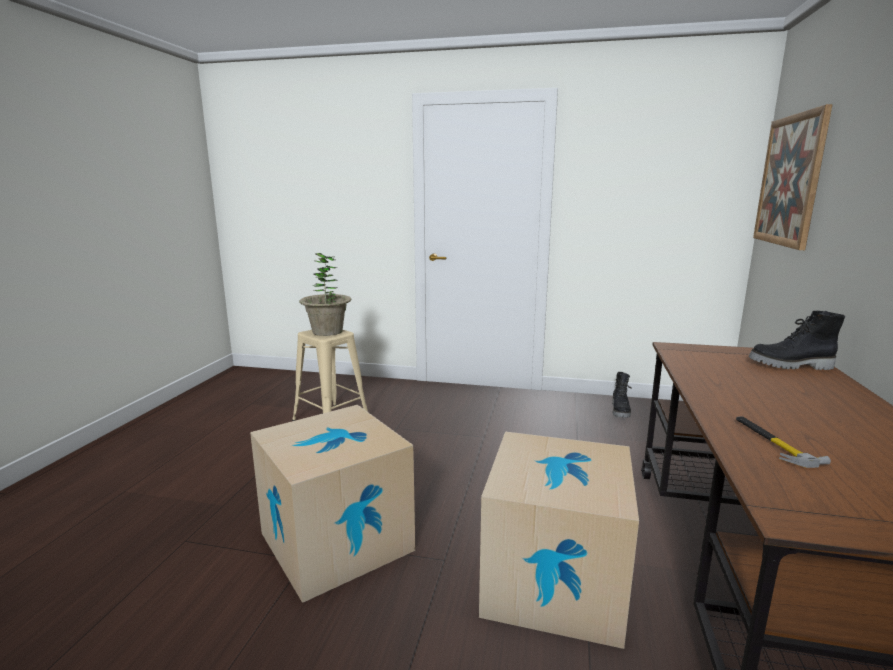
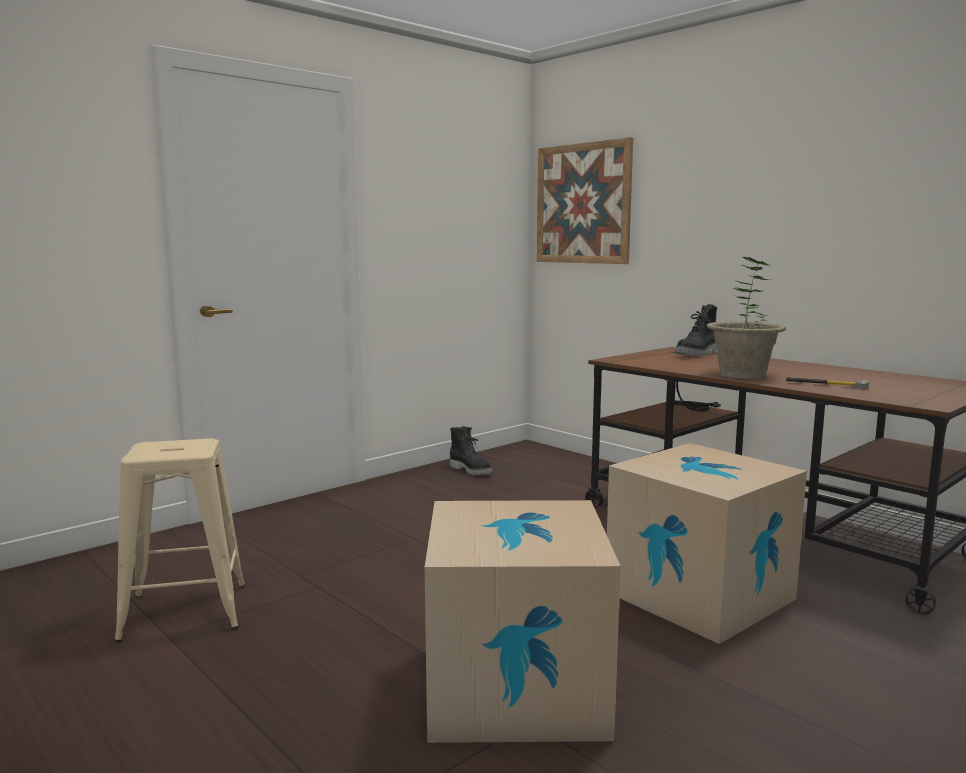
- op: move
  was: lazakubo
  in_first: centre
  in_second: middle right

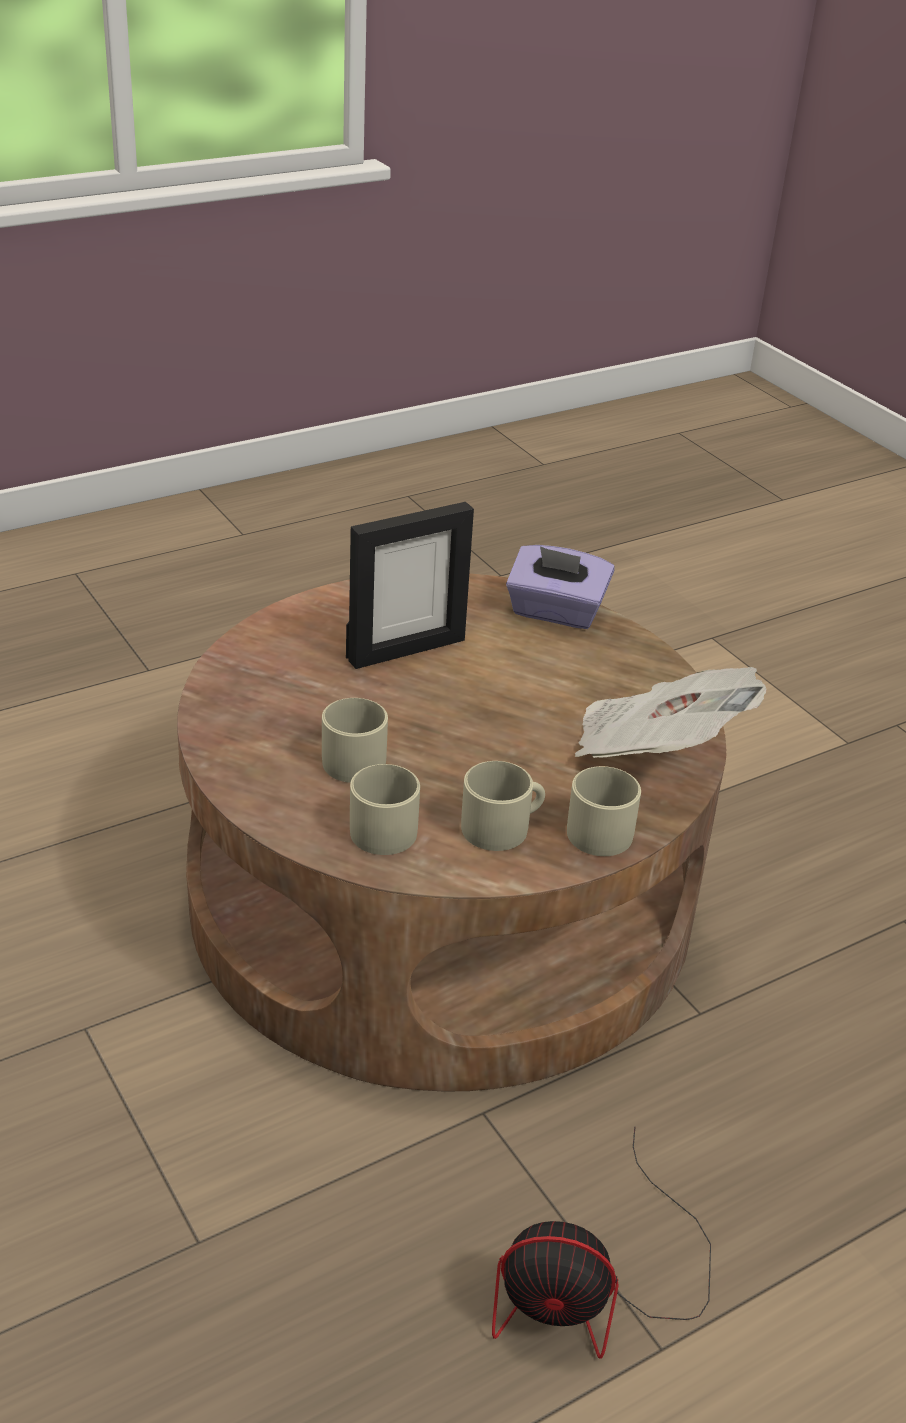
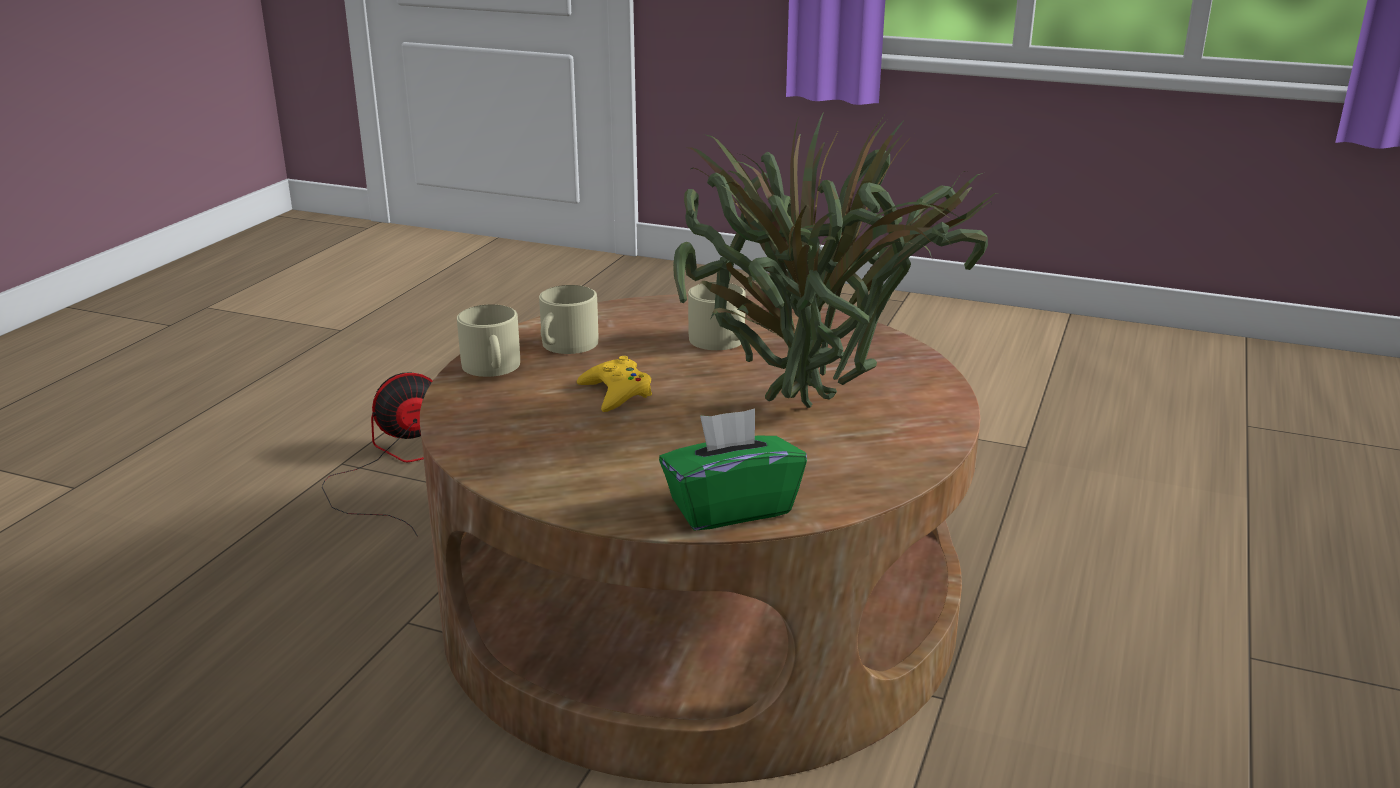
- op: replace
  was: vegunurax
  now: lazakubo
  in_first: centre
  in_second: top centre
- op: recolor
  was: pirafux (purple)
  now: pirafux (green)
  in_first: centre
  in_second: centre
- op: delete
  was: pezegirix
  in_first: middle right
- op: delete
  was: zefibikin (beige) (2nd from left)
  in_first: centre
- op: insert
  now: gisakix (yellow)
  in_second: centre

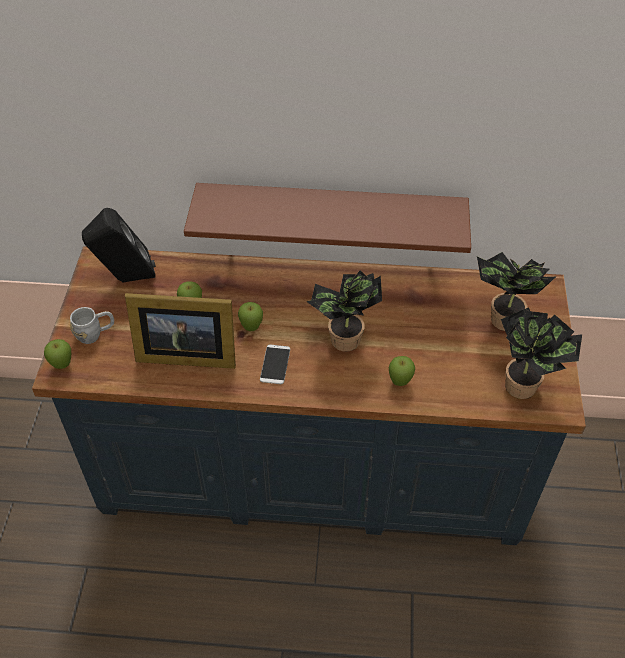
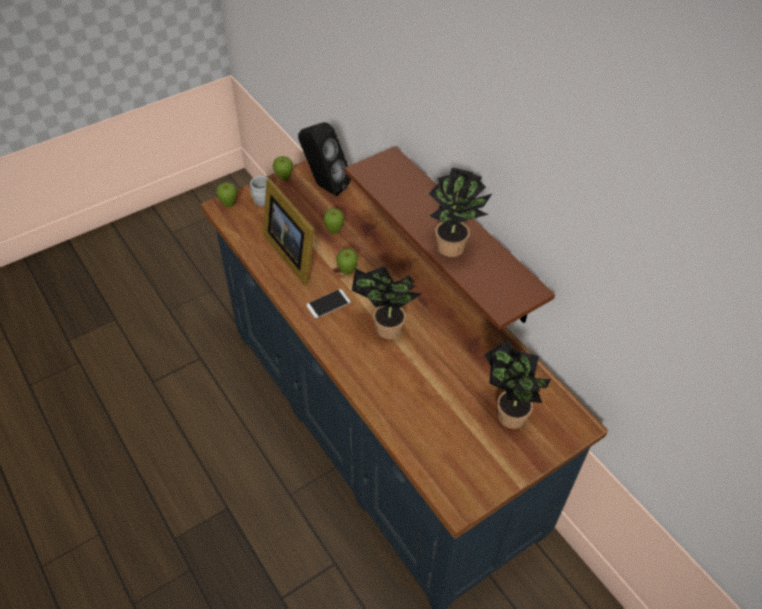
- op: move
  was: lazakubo (3rd from left in the first image)
  now: lazakubo (2nd from left)
  in_first: middle right
  in_second: centre
- op: move
  was: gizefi (4th from left in the first image)
  now: gizefi (2nd from left)
  in_first: centre
  in_second: top centre

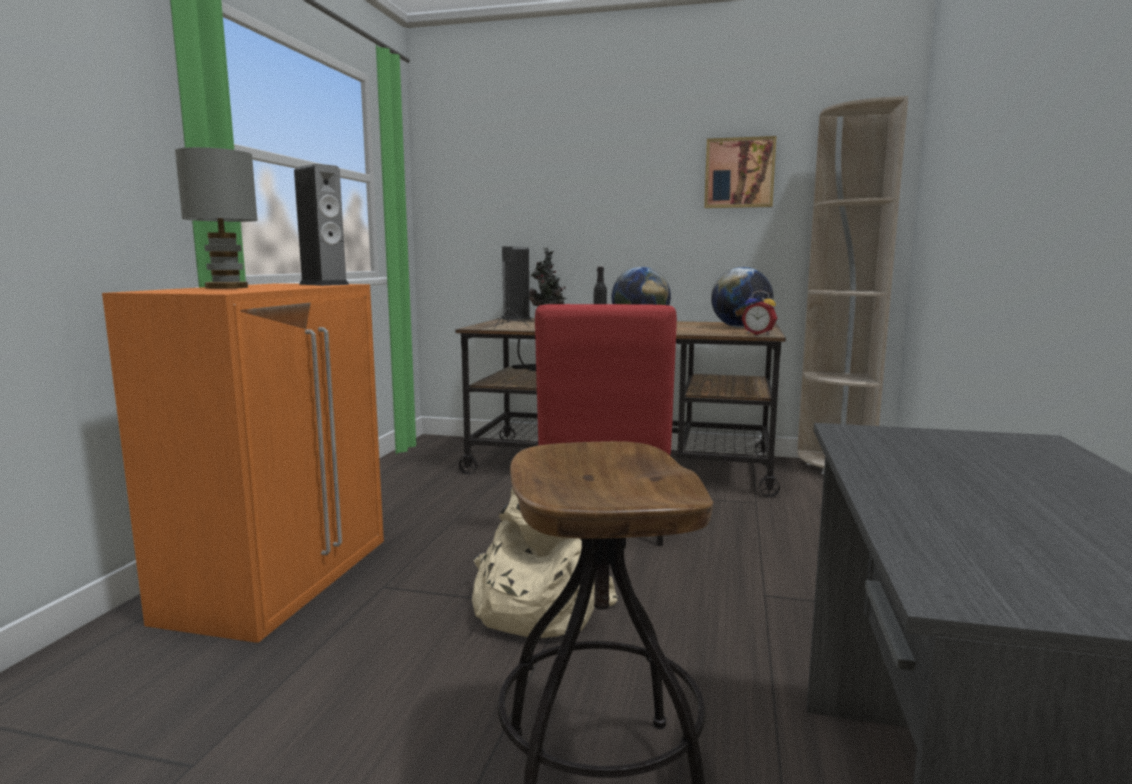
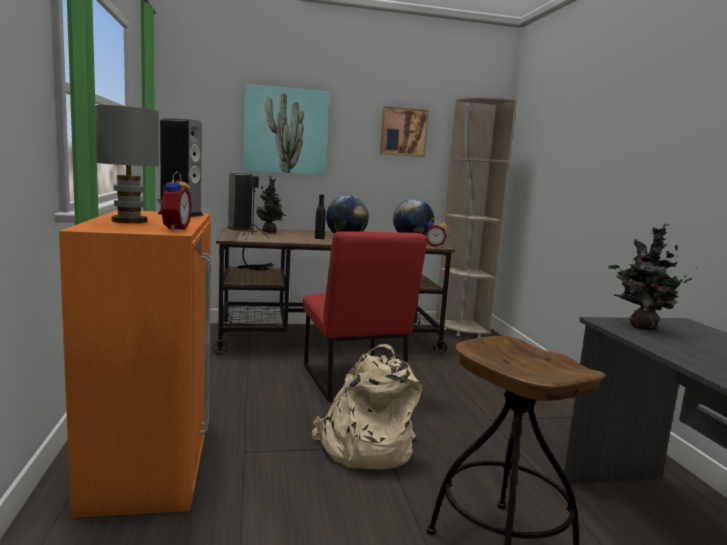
- op: insert
  now: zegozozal (1st from left)
  in_second: top centre
- op: insert
  now: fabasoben (1st from left)
  in_second: middle left
- op: insert
  now: lazakubo (2nd from left)
  in_second: middle right

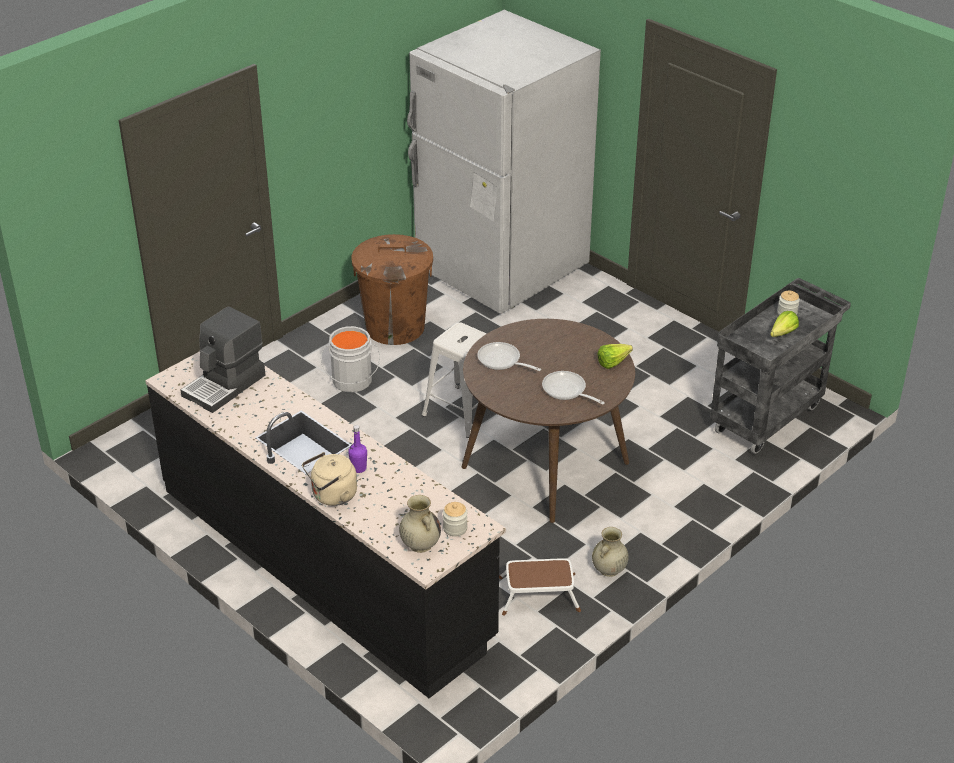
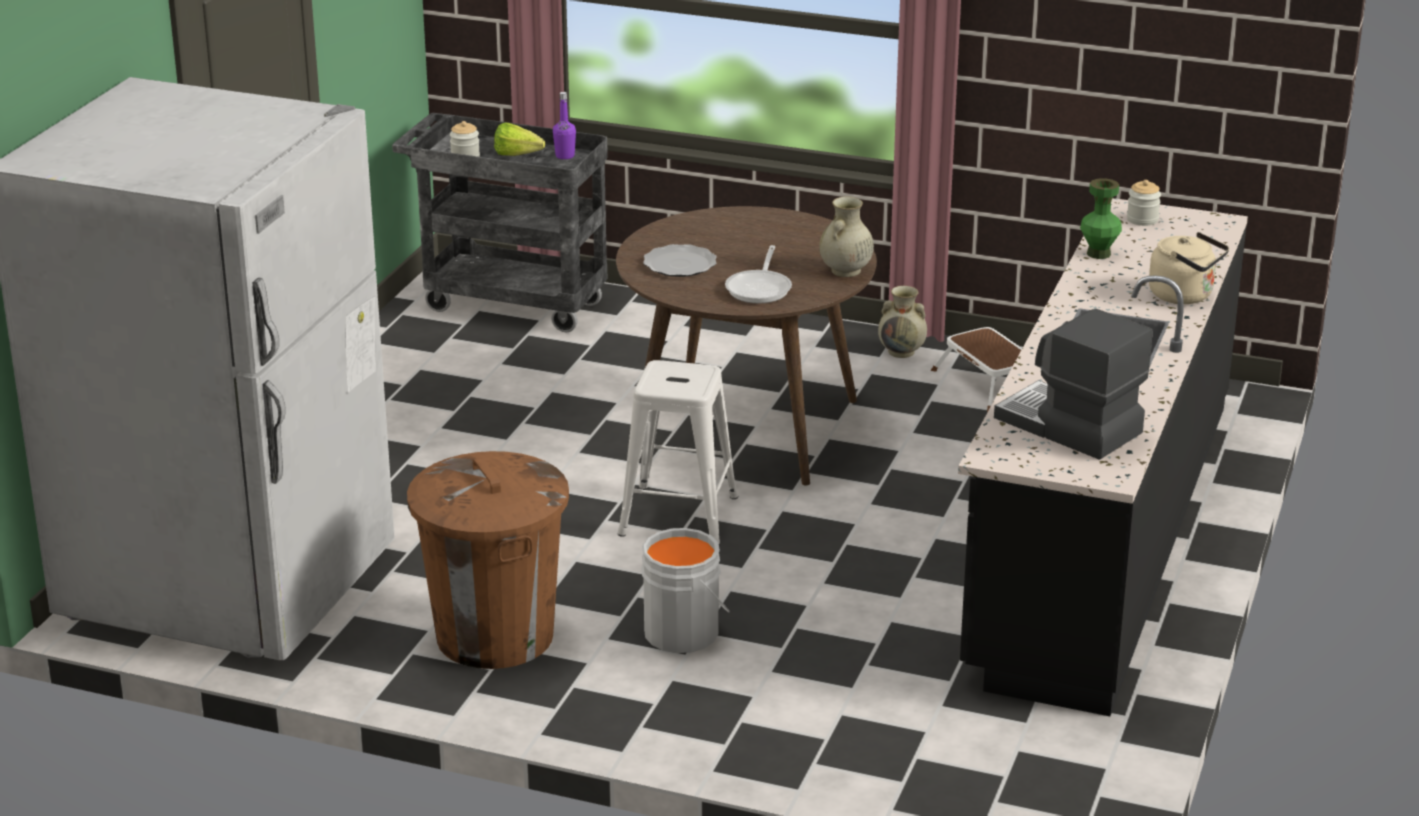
- op: rotate
  was: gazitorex
  in_first: middle left
  in_second: middle right
  clockwise: -150
- op: delete
  was: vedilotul (1st from left)
  in_first: centre
- op: delete
  was: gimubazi (2nd from left)
  in_first: centre
- op: move
  was: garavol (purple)
  in_first: centre
  in_second: top centre
- op: move
  was: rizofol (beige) (1st from left)
  in_first: bottom centre
  in_second: top centre
- op: insert
  now: rizofol (green)
  in_second: top right
- op: insert
  now: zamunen
  in_second: top centre

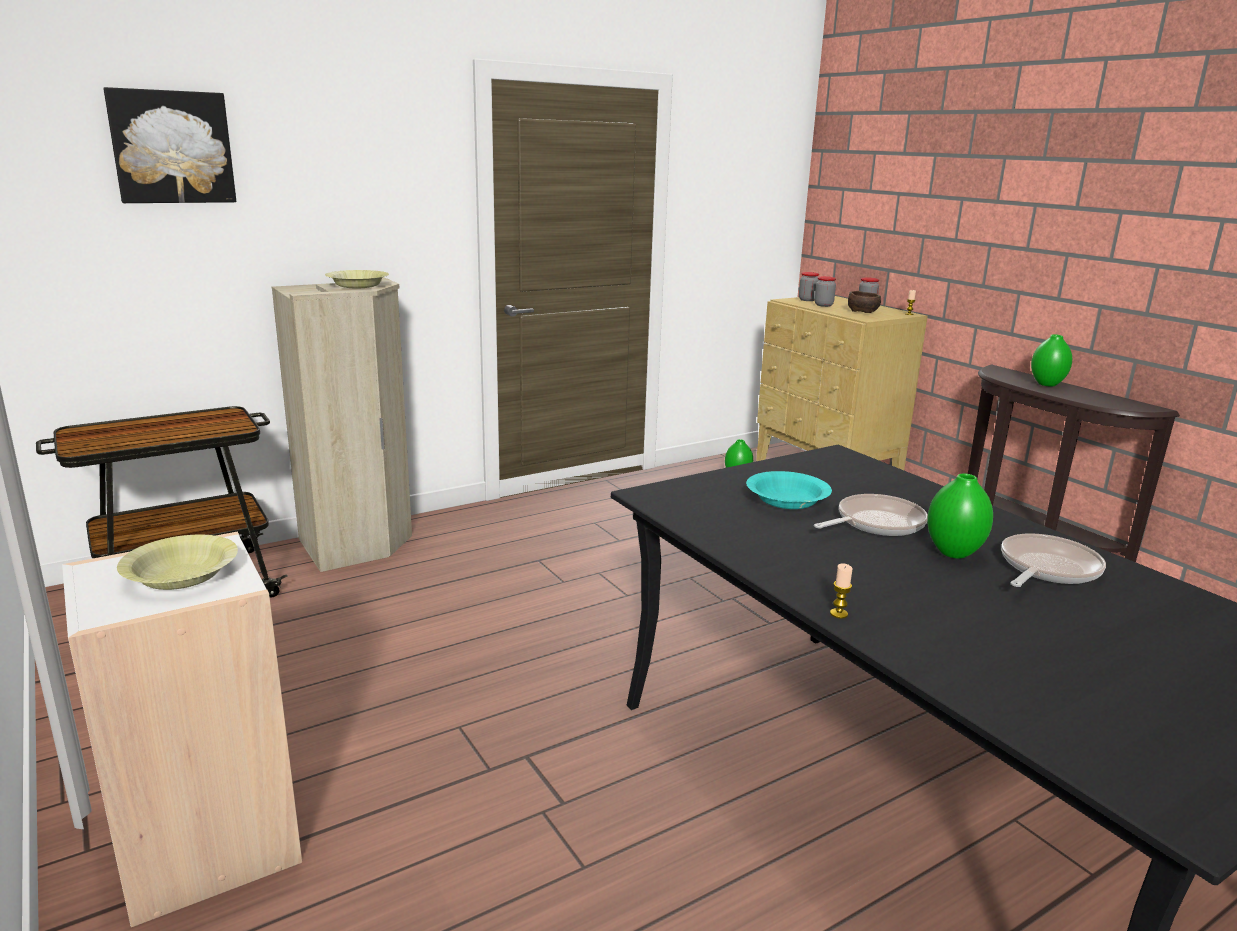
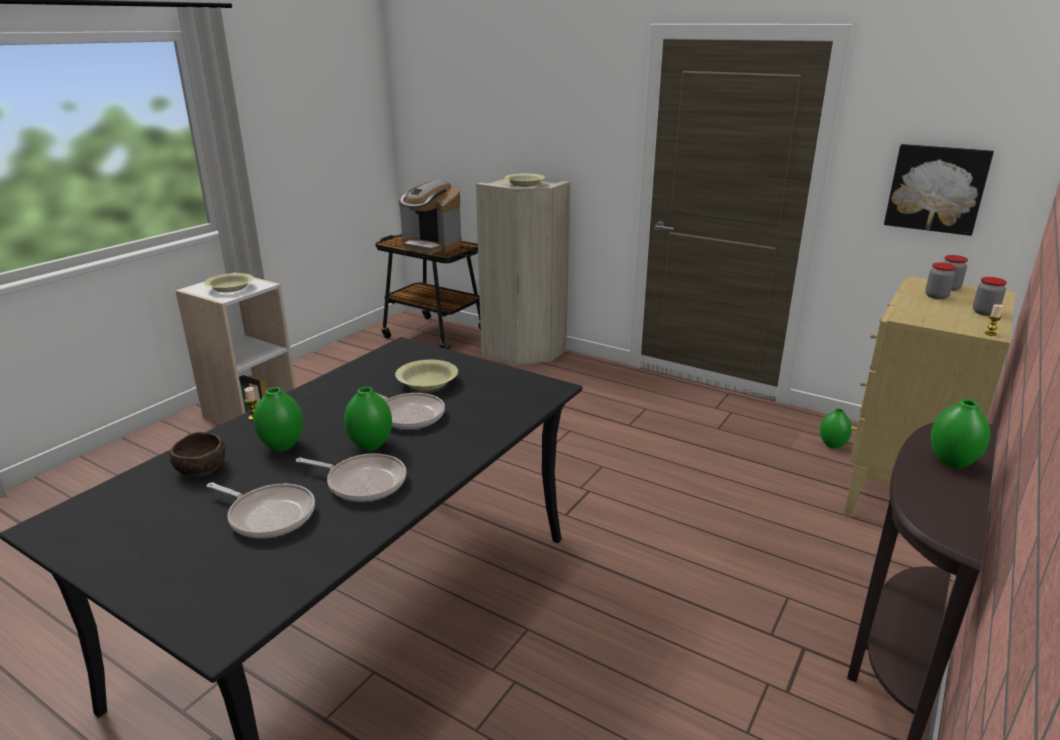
- op: move
  was: zegozozal
  in_first: top left
  in_second: top right
- op: move
  was: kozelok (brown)
  in_first: top right
  in_second: middle left
- op: recolor
  was: kozelok (turquoise)
  now: kozelok (yellow) (2nd from left)
  in_first: centre
  in_second: centre
- op: insert
  now: gazitorex
  in_second: top centre
- op: insert
  now: rizofol (green) (1st from left)
  in_second: middle left
- op: insert
  now: gimubazi (1st from left)
  in_second: bottom left

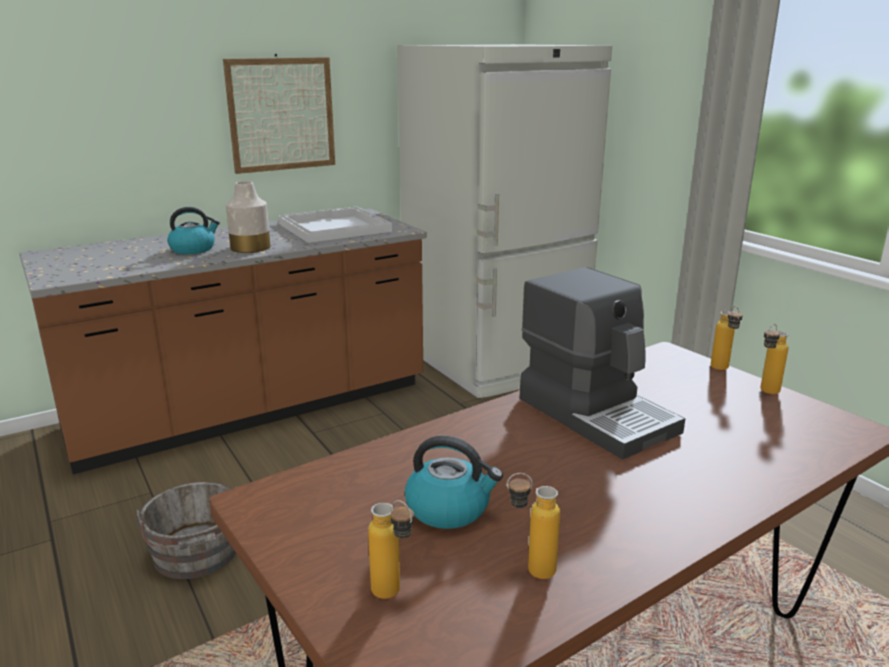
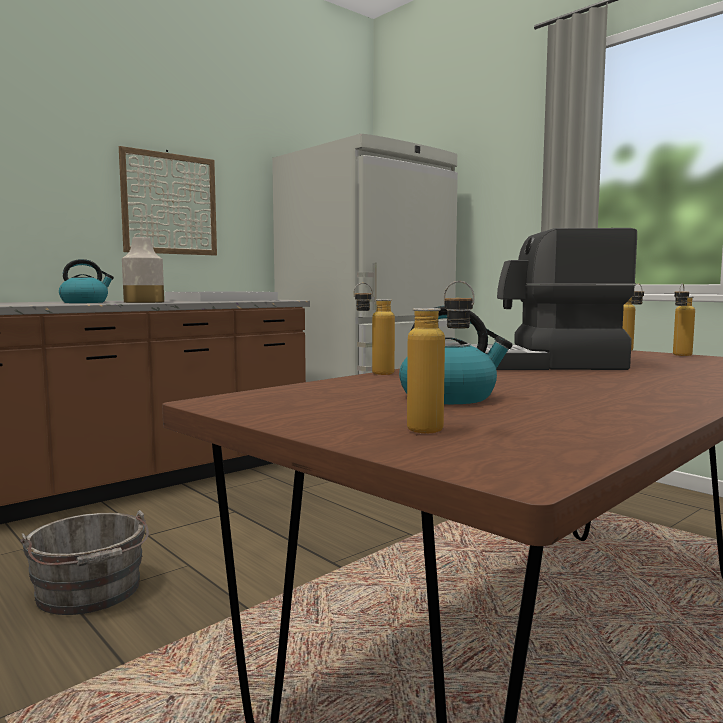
- op: rotate
  was: gazitorex
  in_first: middle right
  in_second: middle right
  clockwise: 135
- op: move
  was: garavol (2nd from left in the first image)
  now: garavol (1st from left)
  in_first: bottom centre
  in_second: centre

